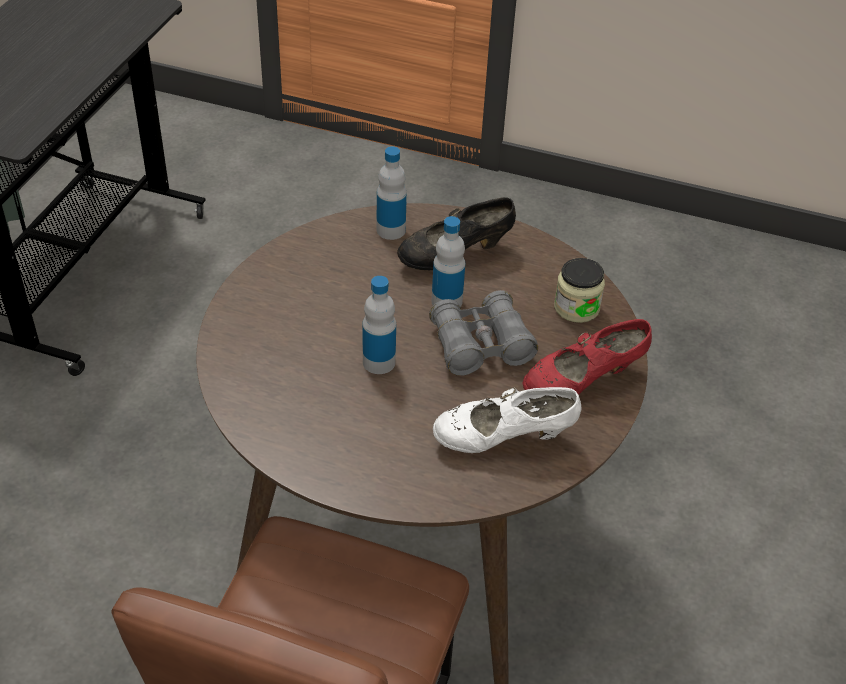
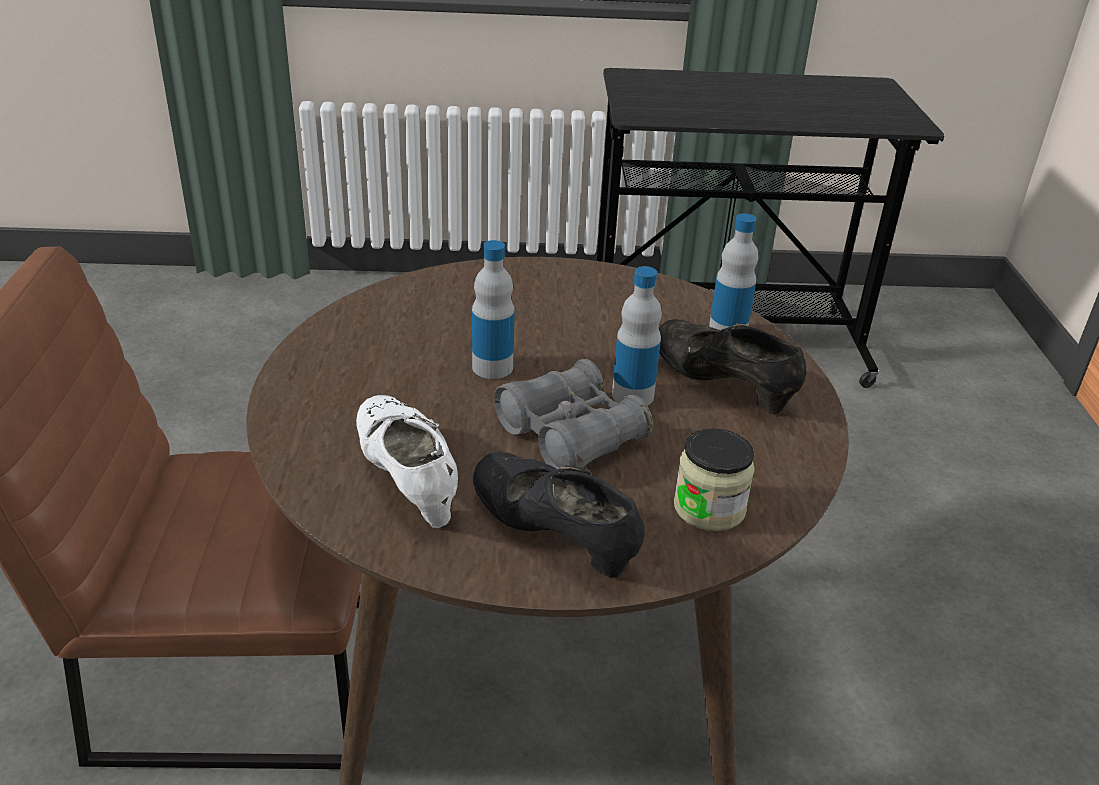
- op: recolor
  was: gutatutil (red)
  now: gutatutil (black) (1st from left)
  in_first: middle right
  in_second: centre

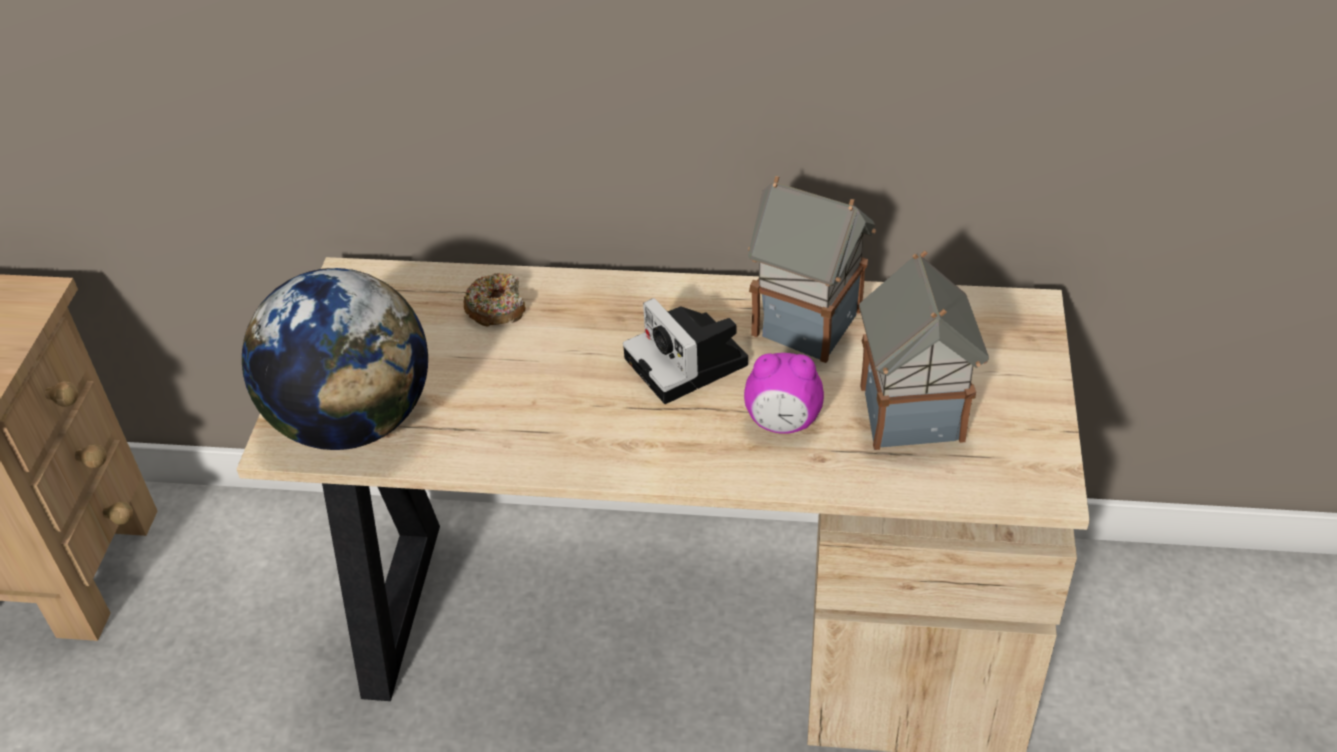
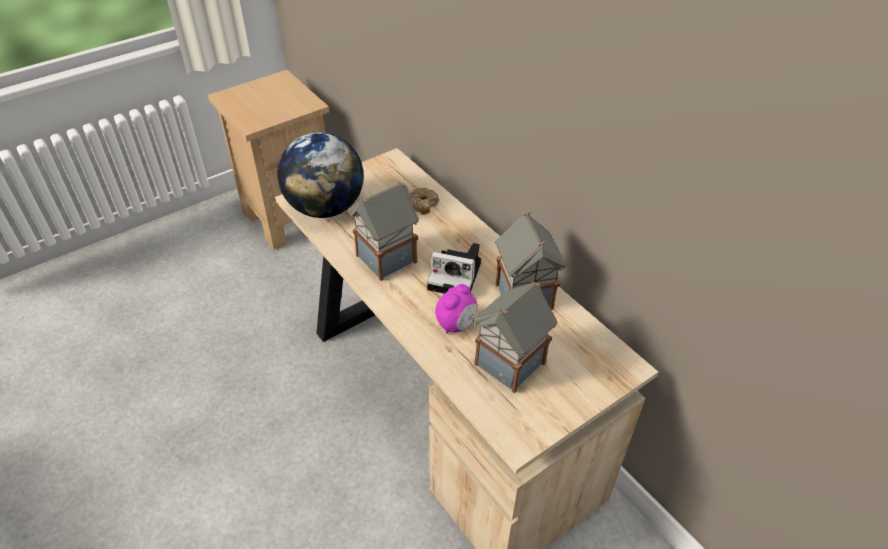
- op: rotate
  was: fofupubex
  in_first: centre
  in_second: centre
  clockwise: -90
- op: rotate
  was: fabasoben
  in_first: centre
  in_second: centre
  clockwise: -105
- op: insert
  now: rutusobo (1st from left)
  in_second: centre

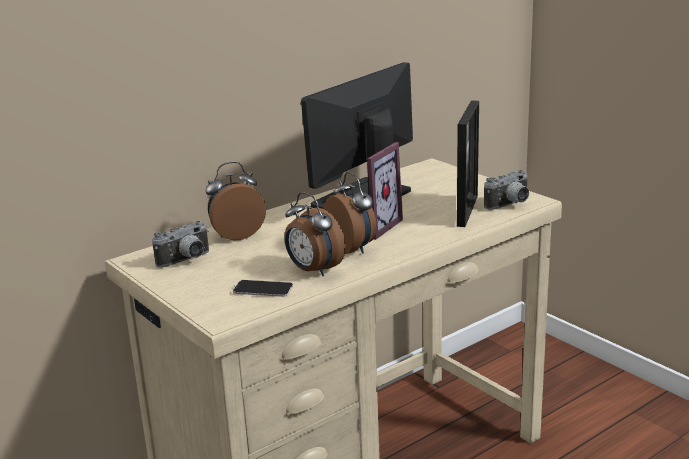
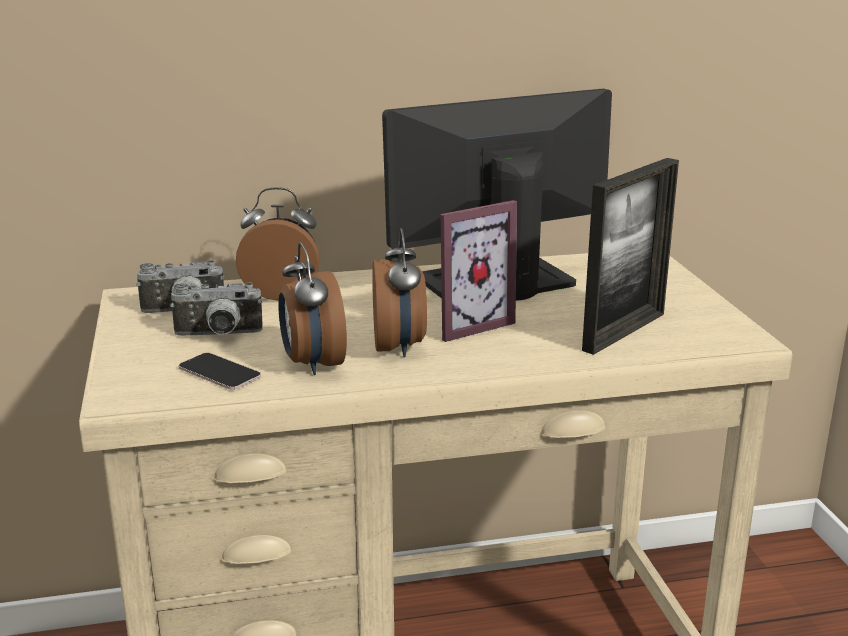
- op: move
  was: fofupubex (2nd from left)
  in_first: middle right
  in_second: middle left

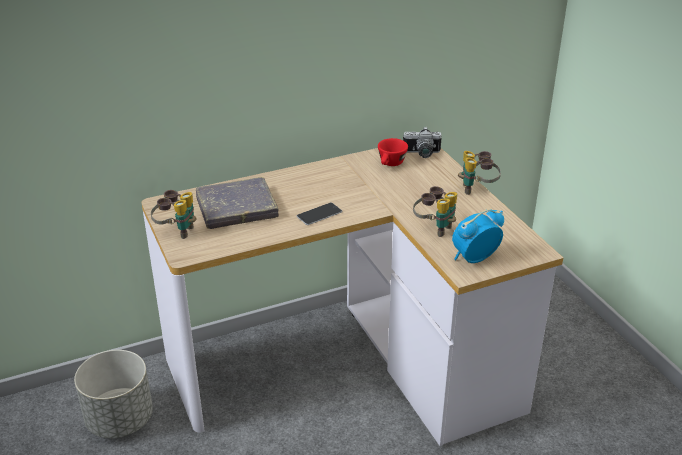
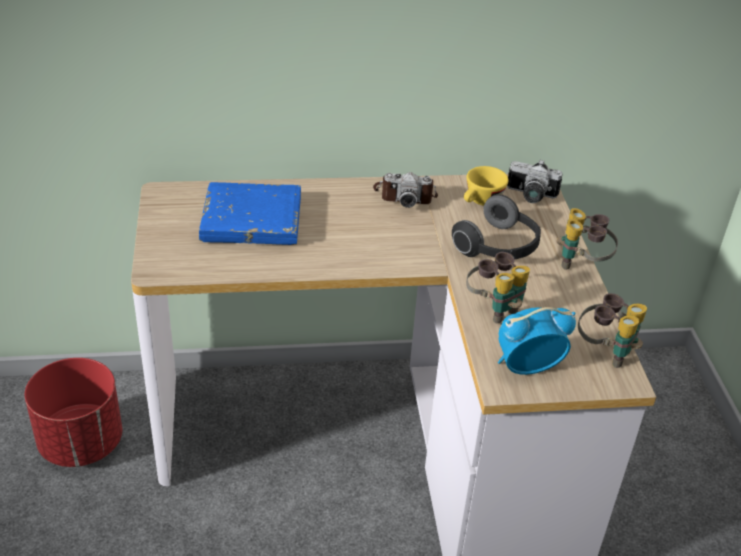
- op: recolor
  was: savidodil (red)
  now: savidodil (yellow)
  in_first: centre
  in_second: centre
- op: recolor
  was: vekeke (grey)
  now: vekeke (blue)
  in_first: centre
  in_second: centre
- op: move
  was: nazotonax (1st from left in the first image)
  now: nazotonax (3rd from left)
  in_first: middle left
  in_second: middle right
- op: delete
  was: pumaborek
  in_first: centre
- op: recolor
  was: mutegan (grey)
  now: mutegan (red)
  in_first: bottom left
  in_second: bottom left
- op: insert
  now: fofupubex (1st from left)
  in_second: centre
- op: insert
  now: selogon
  in_second: middle right

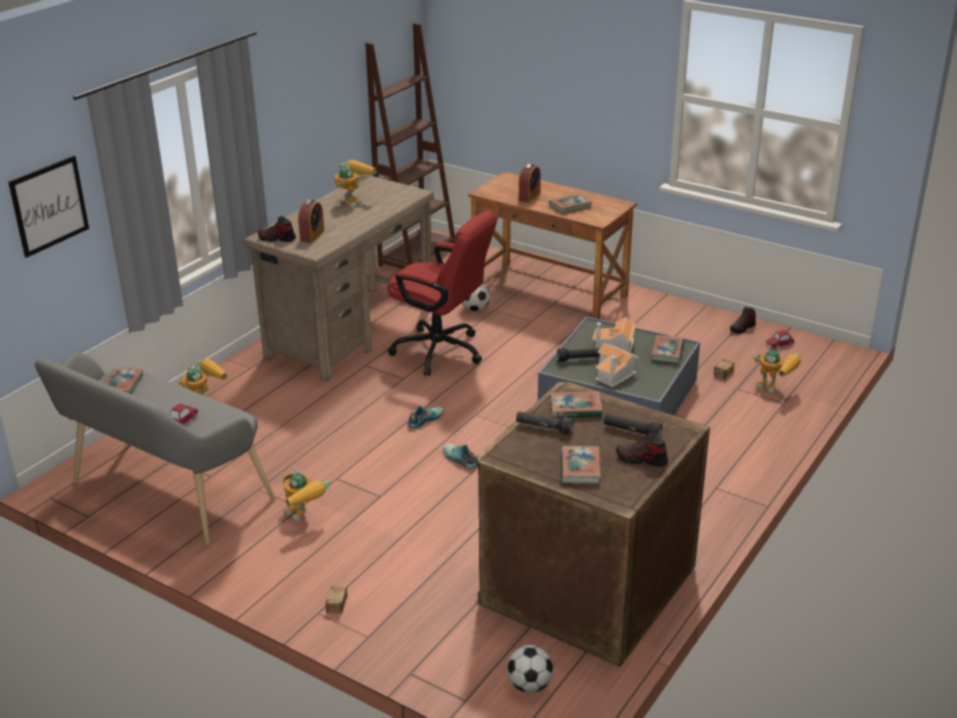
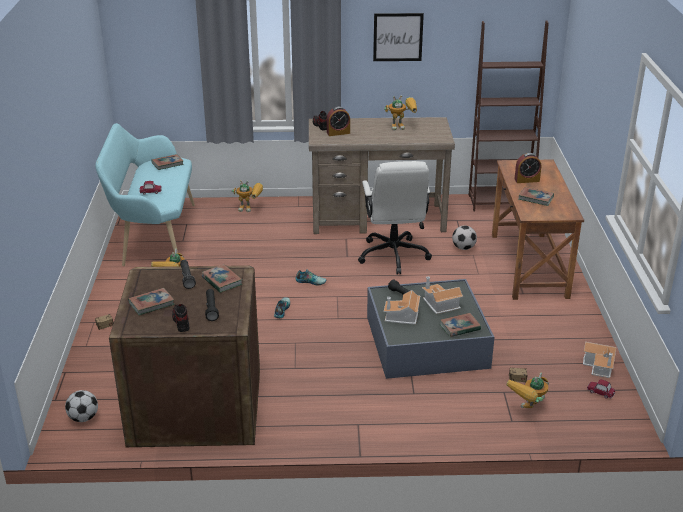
- op: move
  was: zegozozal
  in_first: top left
  in_second: top centre
- op: recolor
  was: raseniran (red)
  now: raseniran (white)
  in_first: centre
  in_second: centre
- op: replace
  was: gutatutil (5th from left)
  now: rutusobo (3rd from left)
  in_first: middle right
  in_second: bottom right
- op: rotate
  was: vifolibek (4th from left)
  in_first: middle right
  in_second: bottom right
  clockwise: 45
- op: recolor
  was: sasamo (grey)
  now: sasamo (turquoise)
  in_first: middle left
  in_second: middle left

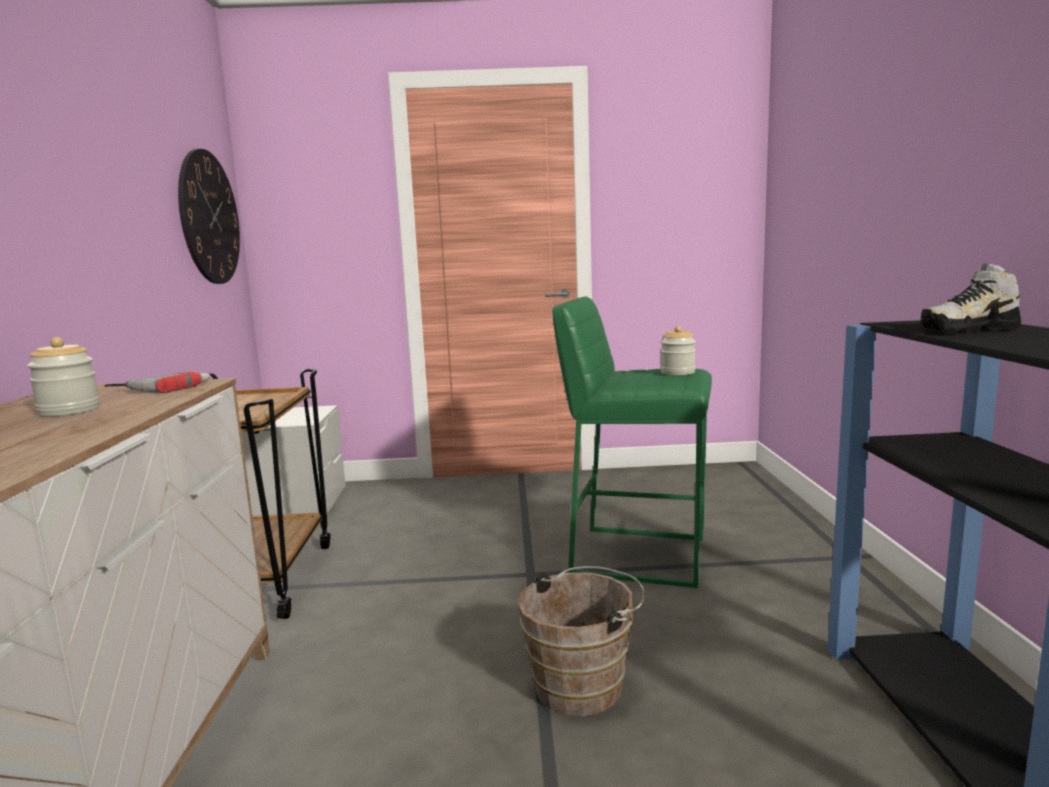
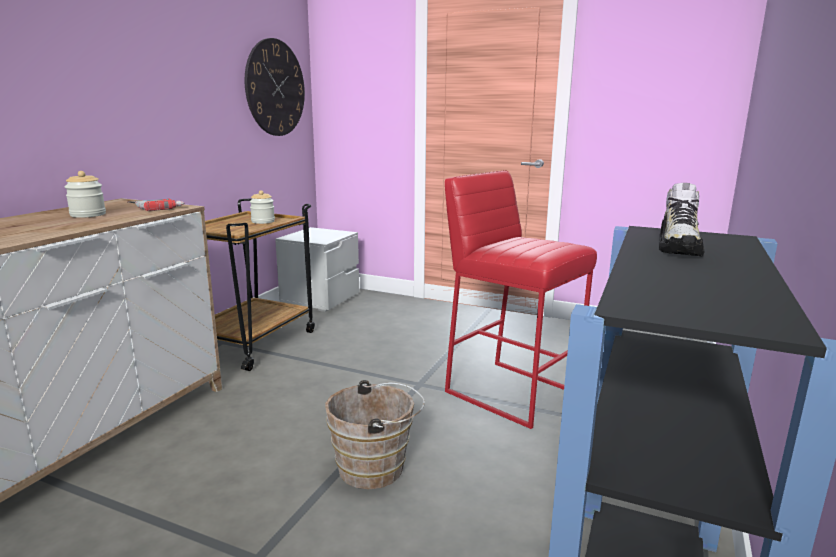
- op: rotate
  was: gutatutil
  in_first: middle right
  in_second: middle right
  clockwise: -90
- op: recolor
  was: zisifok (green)
  now: zisifok (red)
  in_first: centre
  in_second: centre
- op: move
  was: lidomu (2nd from left)
  in_first: centre
  in_second: middle left

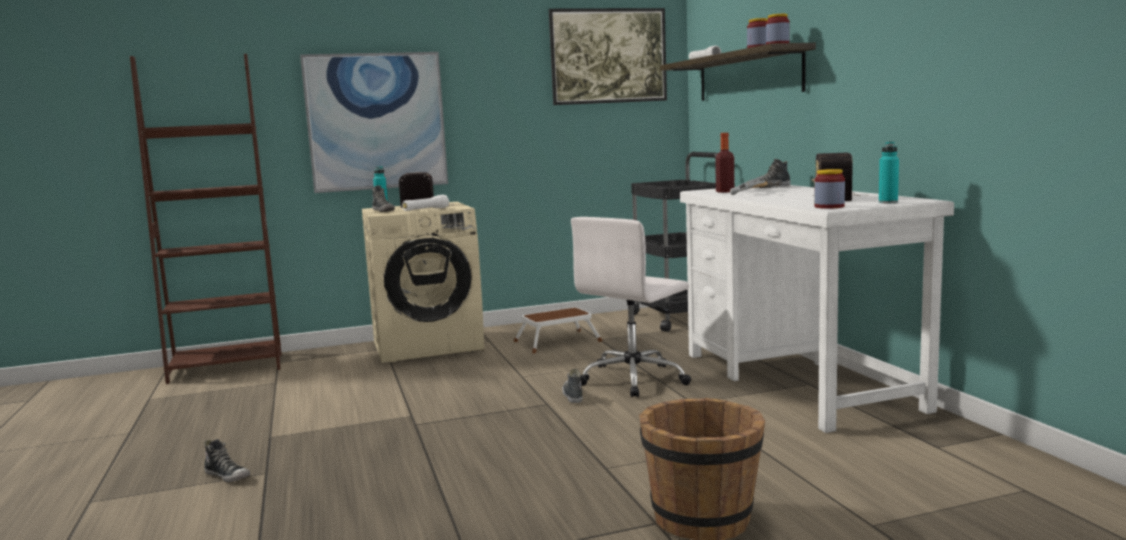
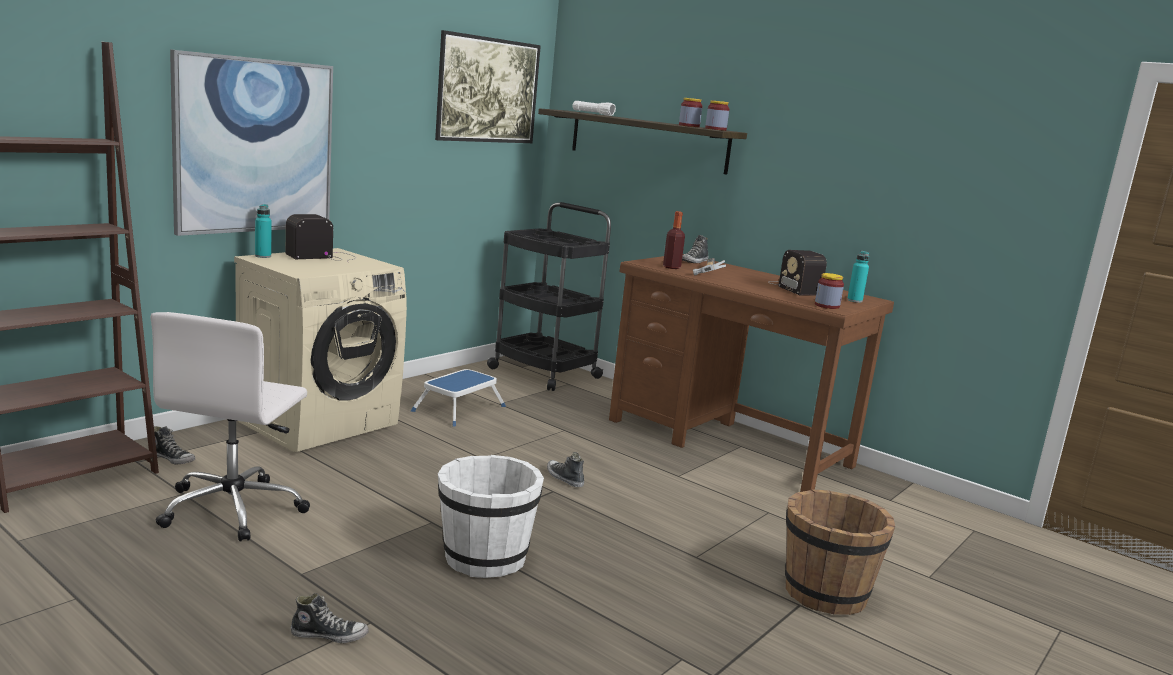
- op: move
  was: gutatutil (2nd from left in the first image)
  now: gutatutil (1st from left)
  in_first: centre
  in_second: middle left
- op: recolor
  was: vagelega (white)
  now: vagelega (brown)
  in_first: middle right
  in_second: centre
- op: delete
  was: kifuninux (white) (1st from left)
  in_first: centre
- op: move
  was: raseniran (white)
  in_first: centre
  in_second: middle left
- op: recolor
  was: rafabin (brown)
  now: rafabin (blue)
  in_first: centre
  in_second: centre
- op: insert
  now: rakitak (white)
  in_second: bottom centre

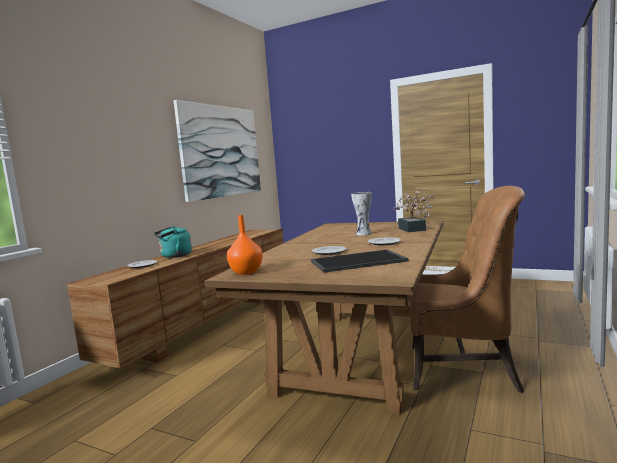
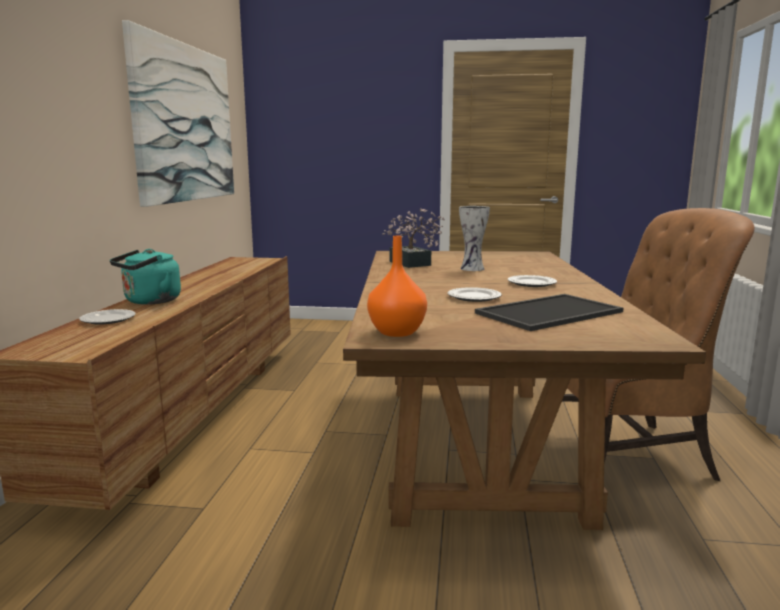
- op: move
  was: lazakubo
  in_first: middle right
  in_second: centre

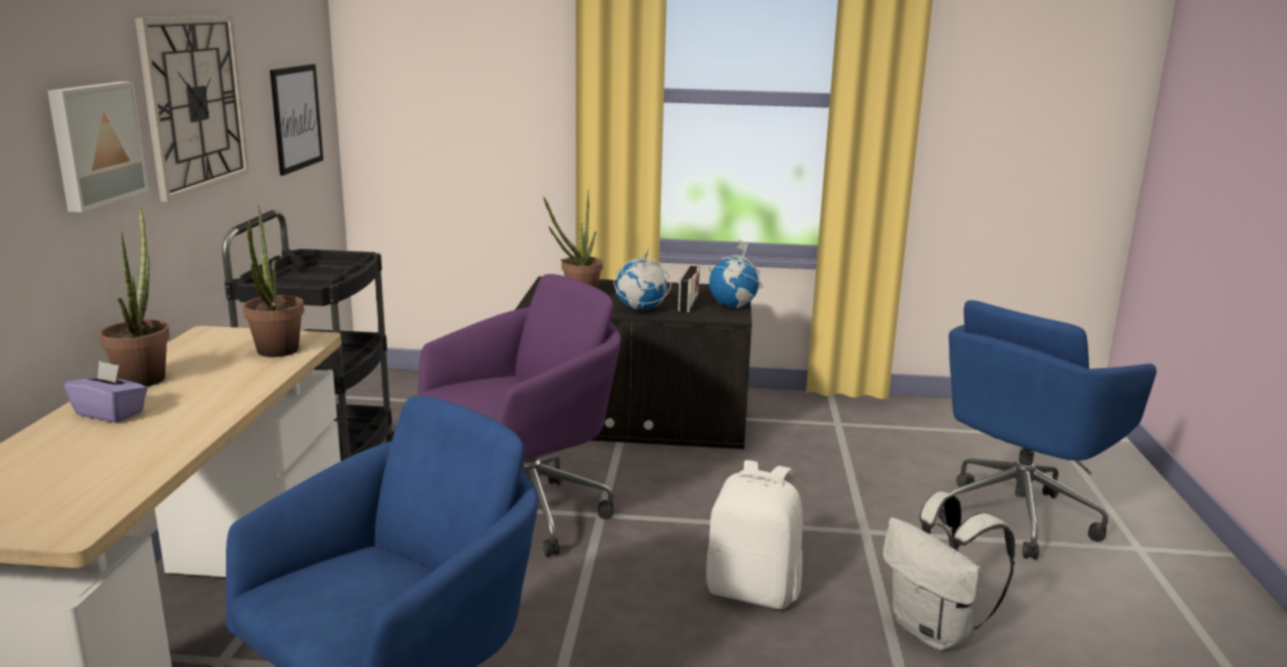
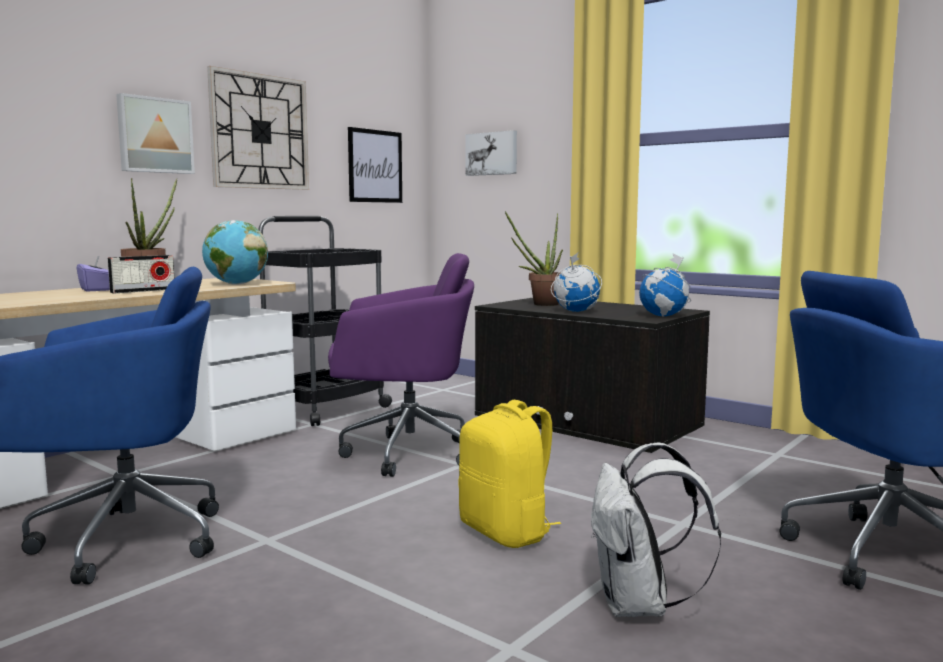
- op: replace
  was: lazakubo (2nd from left)
  now: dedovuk (1st from left)
  in_first: middle left
  in_second: middle left
- op: move
  was: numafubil
  in_first: centre
  in_second: middle left
- op: recolor
  was: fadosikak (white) (1st from left)
  now: fadosikak (yellow)
  in_first: bottom centre
  in_second: bottom centre
- op: insert
  now: zegozozal (3rd from left)
  in_second: top centre

